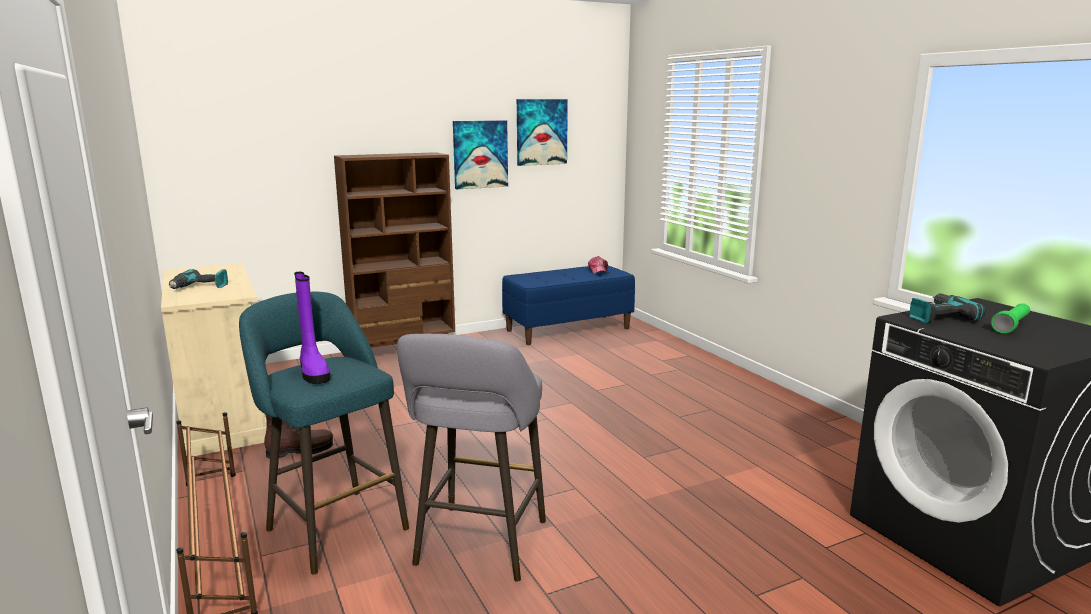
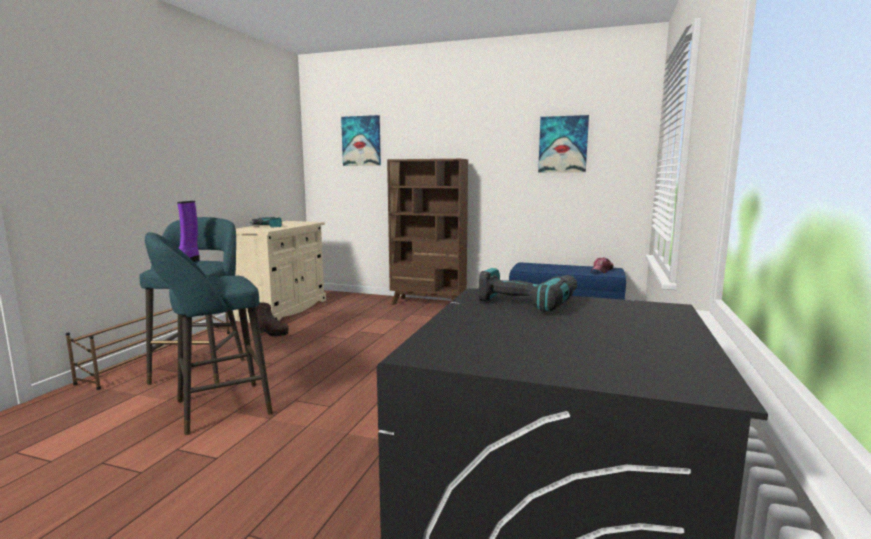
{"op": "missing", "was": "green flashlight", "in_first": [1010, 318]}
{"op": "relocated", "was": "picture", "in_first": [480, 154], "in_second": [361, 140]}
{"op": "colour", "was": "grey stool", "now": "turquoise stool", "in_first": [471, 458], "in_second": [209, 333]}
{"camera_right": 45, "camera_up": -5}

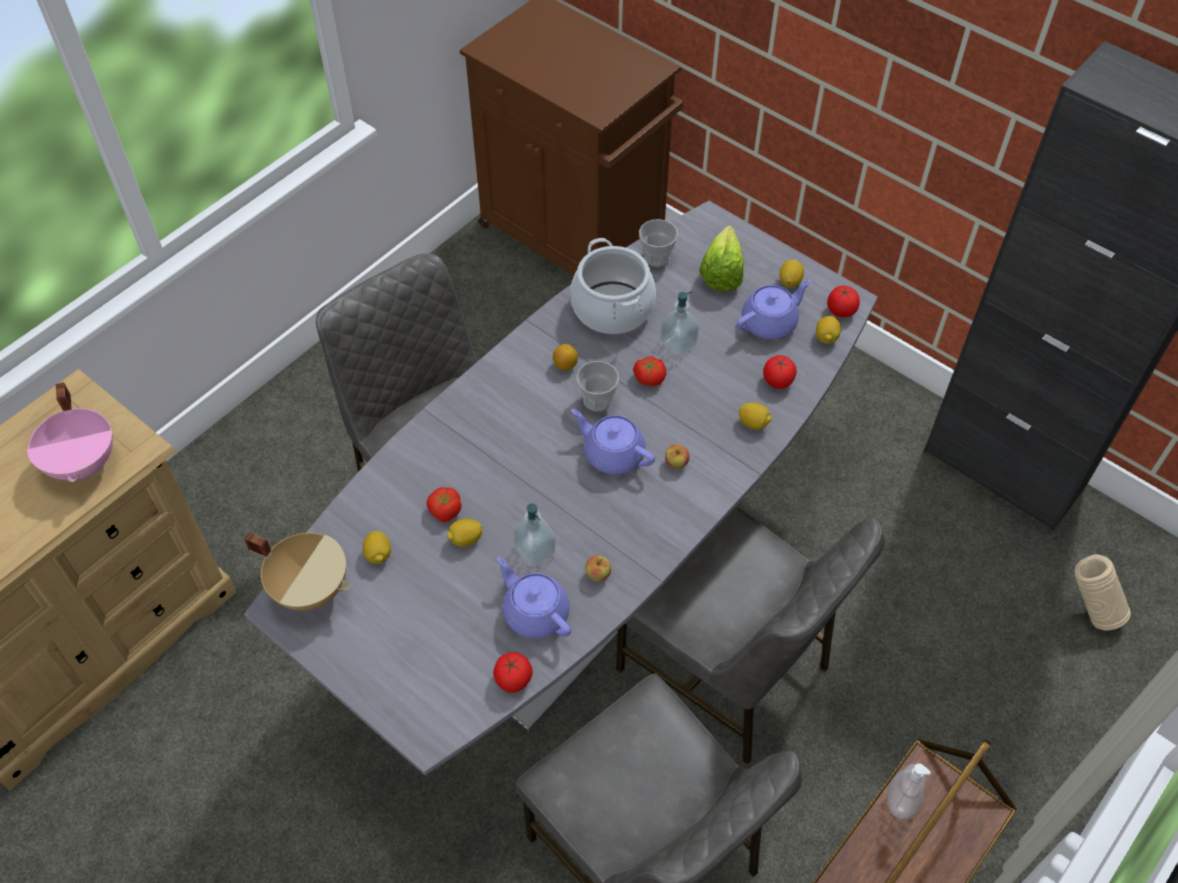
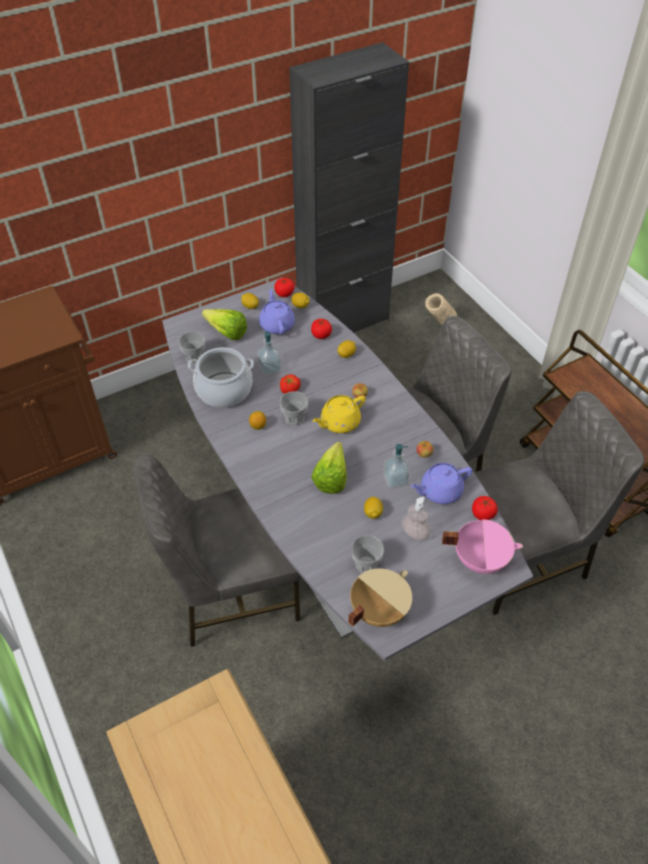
{"op": "missing", "was": "tomato", "in_first": [444, 504]}
{"op": "appeared", "now": "lettuce", "in_second": [329, 468]}
{"op": "relocated", "was": "pink cooking pot", "in_first": [70, 432], "in_second": [482, 546]}
{"op": "relocated", "was": "soap dispenser", "in_first": [909, 791], "in_second": [416, 519]}
{"op": "exchanged", "was": "lemon", "now": "cup", "in_first": [377, 547], "in_second": [367, 554]}
{"op": "colour", "was": "purple teapot", "now": "yellow teapot", "in_first": [613, 442], "in_second": [339, 414]}
{"camera_right": -70, "camera_up": -5}

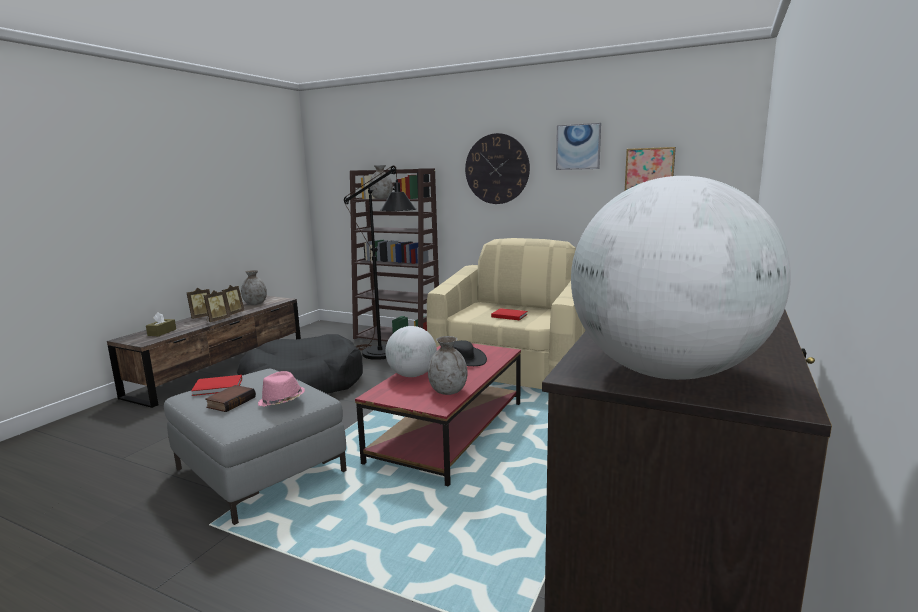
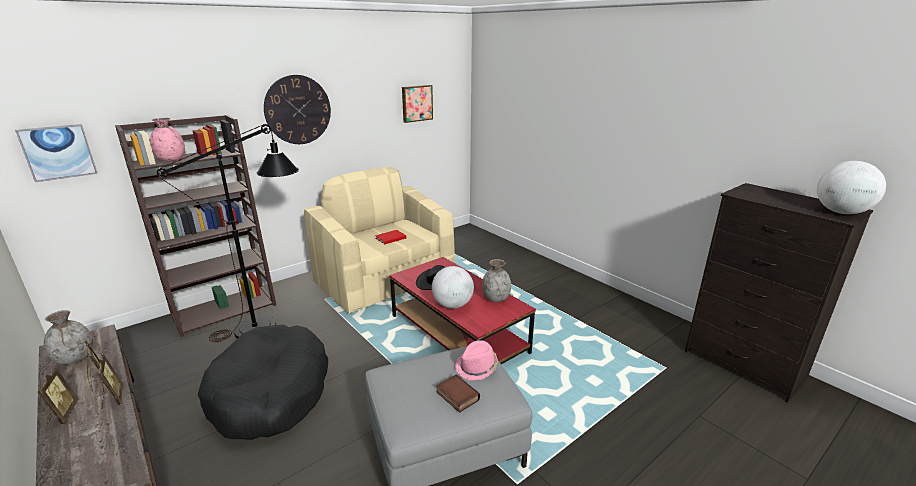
{"op": "missing", "was": "brown tissue box", "in_first": [161, 324]}
{"op": "missing", "was": "red book", "in_first": [216, 385]}
{"op": "relocated", "was": "picture", "in_first": [578, 146], "in_second": [56, 153]}
{"op": "colour", "was": "grey vase", "now": "pink vase", "in_first": [381, 182], "in_second": [167, 139]}
{"camera_right": -65, "camera_up": 10}

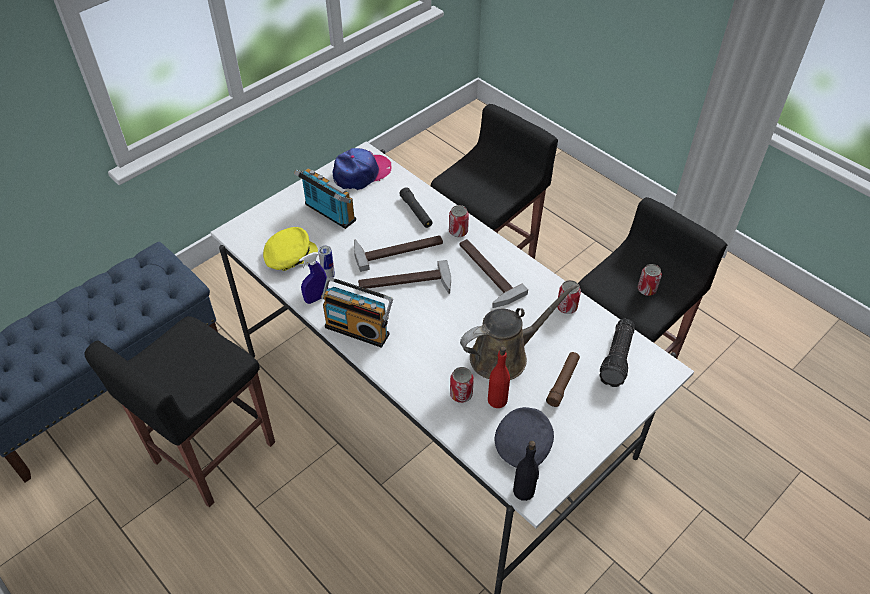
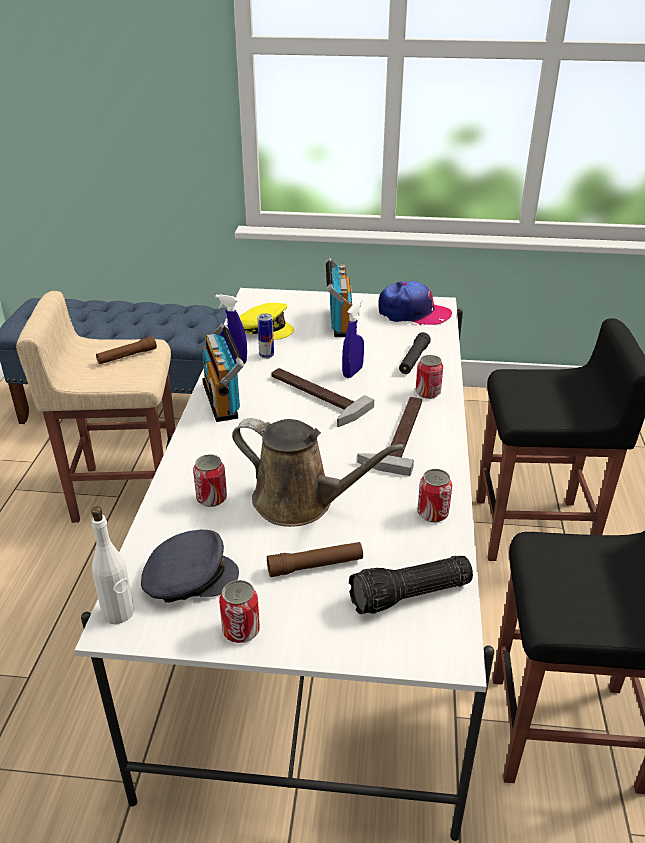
{"op": "missing", "was": "red bottle", "in_first": [499, 377]}
{"op": "appeared", "now": "brown flashlight", "in_second": [126, 350]}
{"op": "relocated", "was": "can", "in_first": [650, 280], "in_second": [239, 611]}
{"op": "exchanged", "was": "hammer", "now": "blue spray bottle", "in_first": [398, 253], "in_second": [353, 339]}
{"op": "colour", "was": "black stool", "now": "beige stool", "in_first": [179, 411], "in_second": [95, 407]}
{"op": "colour", "was": "black bottle", "now": "white bottle", "in_first": [526, 471], "in_second": [112, 565]}
{"camera_right": 50, "camera_up": -15}

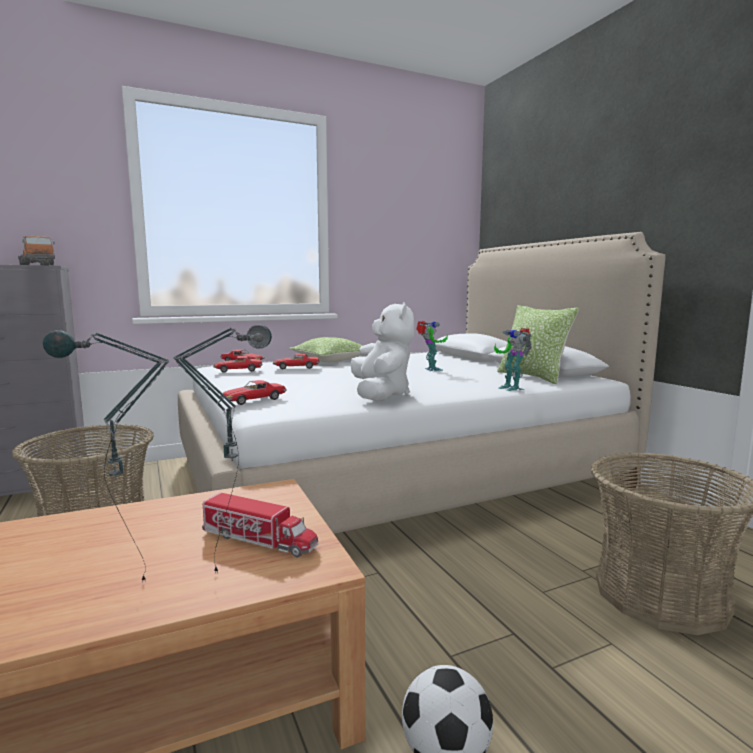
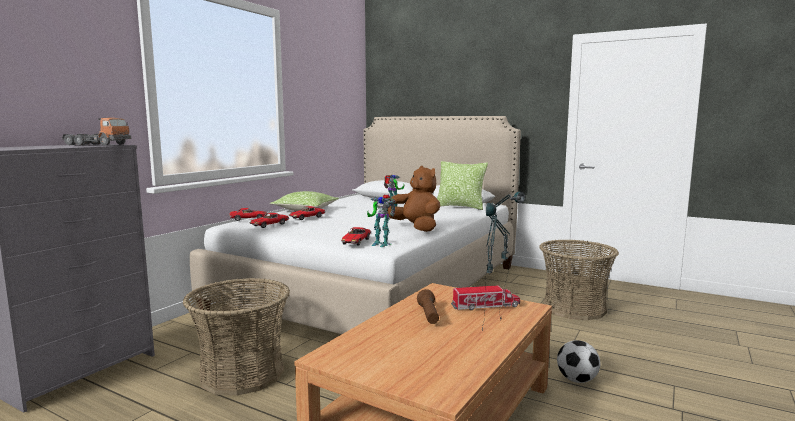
{"op": "appeared", "now": "brown flashlight", "in_second": [428, 306]}
{"op": "relocated", "was": "toy robot", "in_first": [513, 359], "in_second": [381, 221]}
{"op": "colour", "was": "white plush toy", "now": "brown plush toy", "in_first": [382, 351], "in_second": [413, 199]}
{"camera_right": -35, "camera_up": 0}

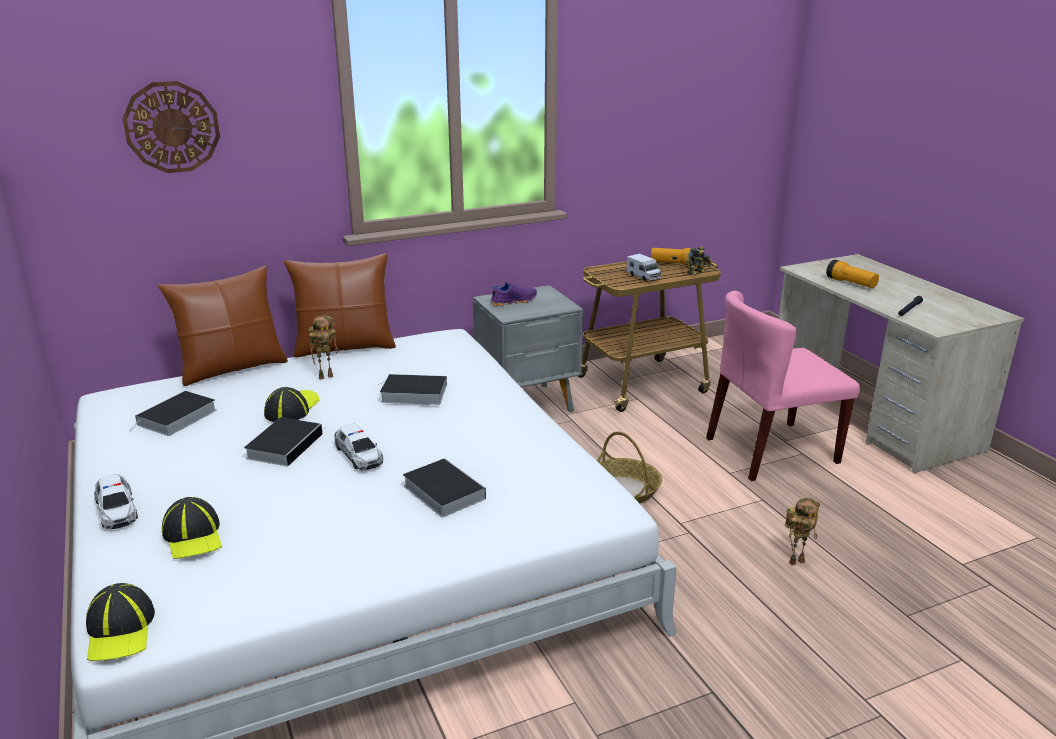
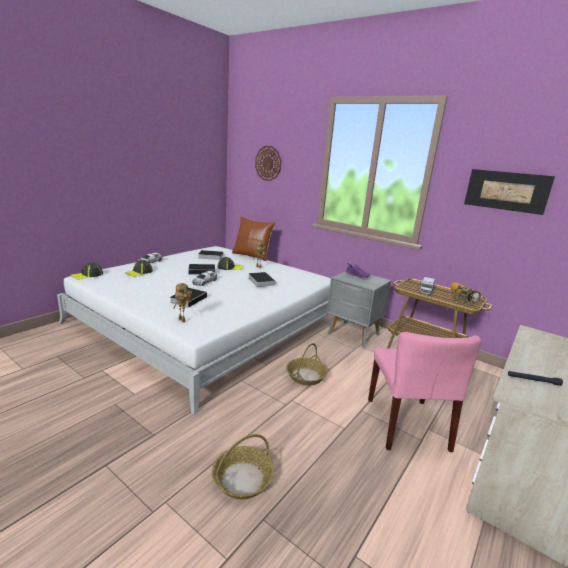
{"op": "missing", "was": "brown pillow", "in_first": [340, 305]}
{"op": "missing", "was": "flashlight", "in_first": [852, 273]}
{"op": "appeared", "now": "basket", "in_second": [243, 466]}
{"op": "appeared", "now": "picture", "in_second": [509, 192]}
{"op": "relocated", "was": "toy robot", "in_first": [802, 531], "in_second": [182, 302]}
{"op": "spun", "was": "pink chair", "in_first": [783, 386], "in_second": [424, 392], "clockwise": -135}
{"camera_right": 60, "camera_up": -5}

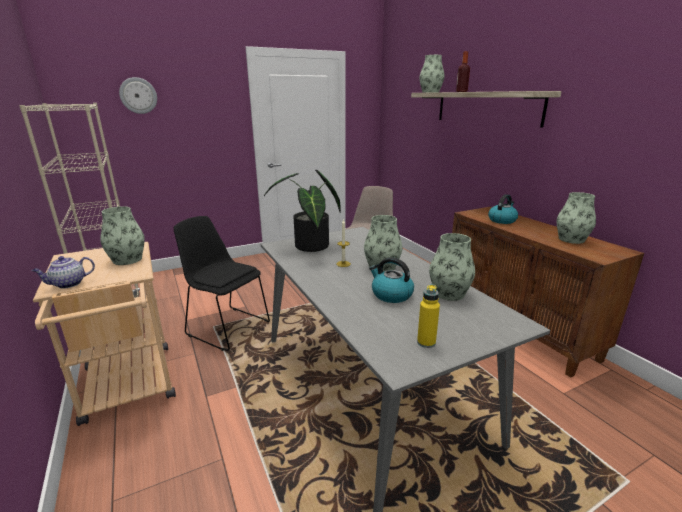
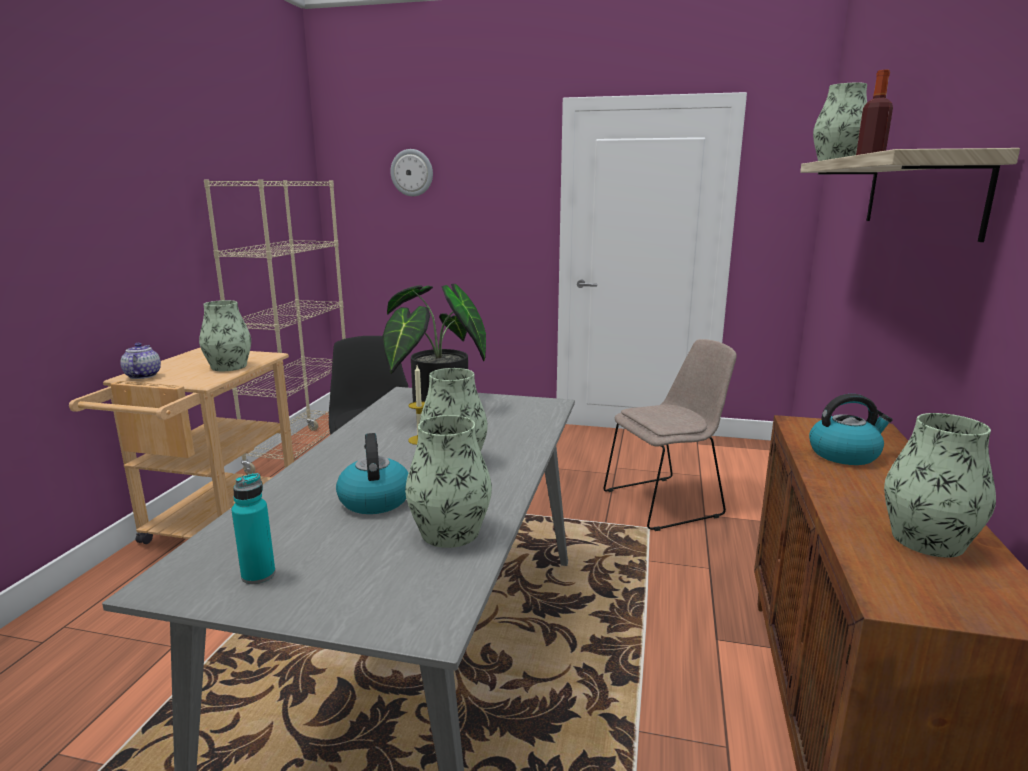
{"op": "colour", "was": "yellow bottle", "now": "turquoise bottle", "in_first": [428, 316], "in_second": [253, 528]}
{"op": "spun", "was": "teapot", "in_first": [63, 272], "in_second": [140, 361], "clockwise": 75}
{"camera_right": 40, "camera_up": -5}

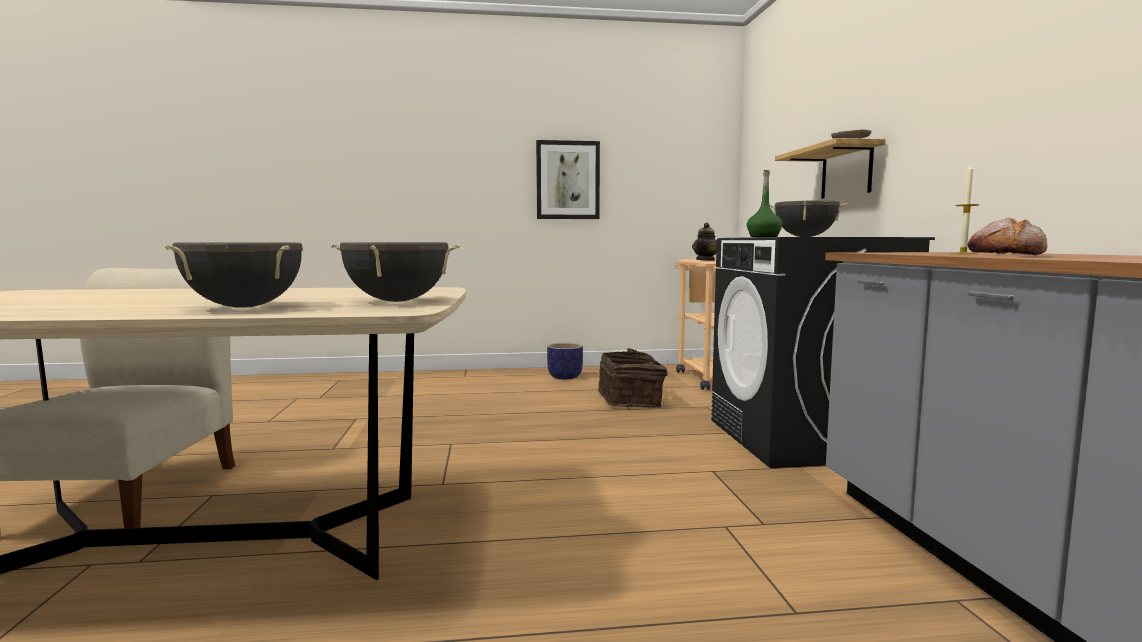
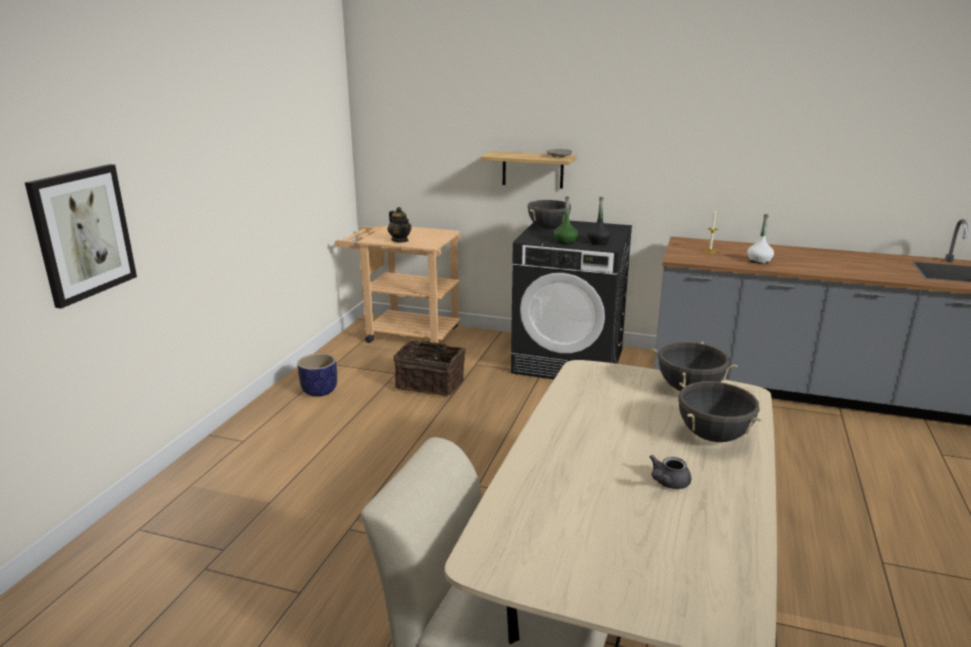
{"op": "appeared", "now": "black bottle", "in_second": [599, 221]}
{"op": "appeared", "now": "grey teapot", "in_second": [670, 472]}
{"op": "relocated", "was": "picture", "in_first": [568, 179], "in_second": [81, 236]}
{"op": "exchanged", "was": "bread", "now": "white bottle", "in_first": [1007, 236], "in_second": [760, 239]}
{"camera_right": -65, "camera_up": 15}

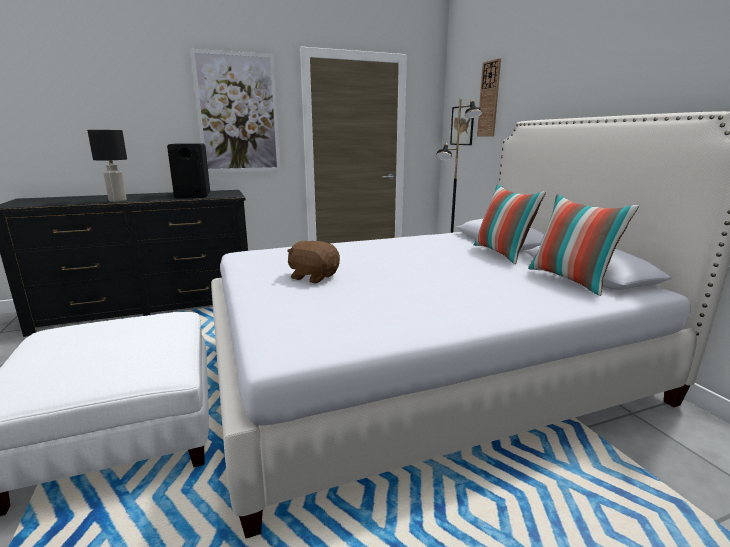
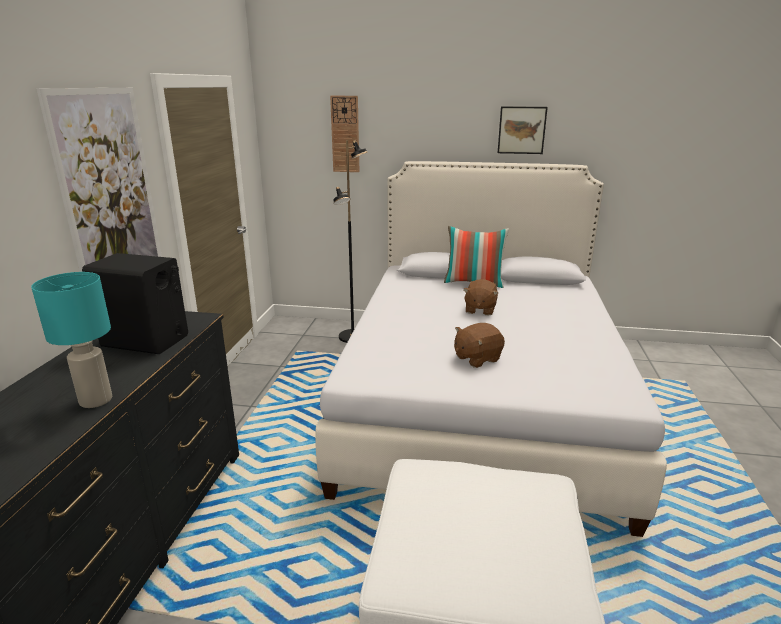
{"op": "missing", "was": "pillow", "in_first": [583, 245]}
{"op": "appeared", "now": "brown plush toy", "in_second": [480, 297]}
{"op": "relocated", "was": "picture", "in_first": [462, 125], "in_second": [523, 130]}
{"op": "colour", "was": "black table lamp", "now": "turquoise table lamp", "in_first": [107, 166], "in_second": [71, 340]}
{"camera_right": -60, "camera_up": 5}

